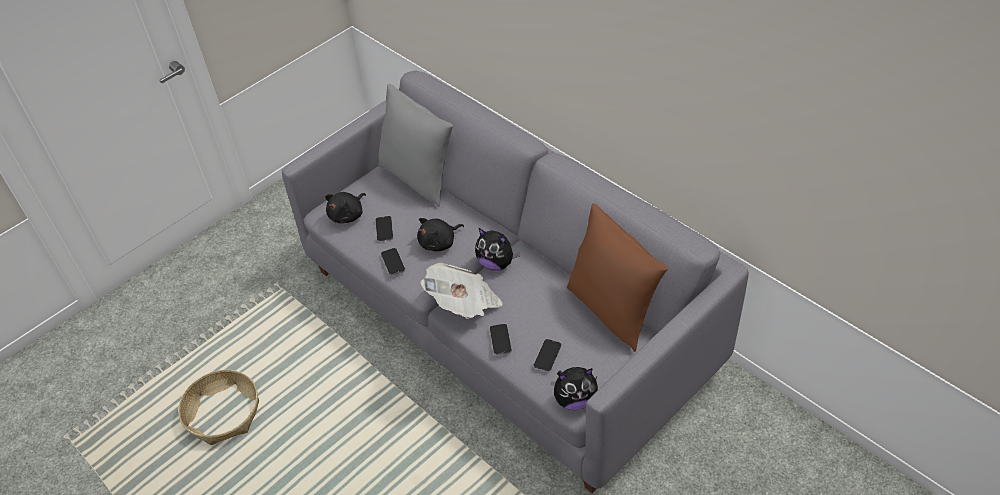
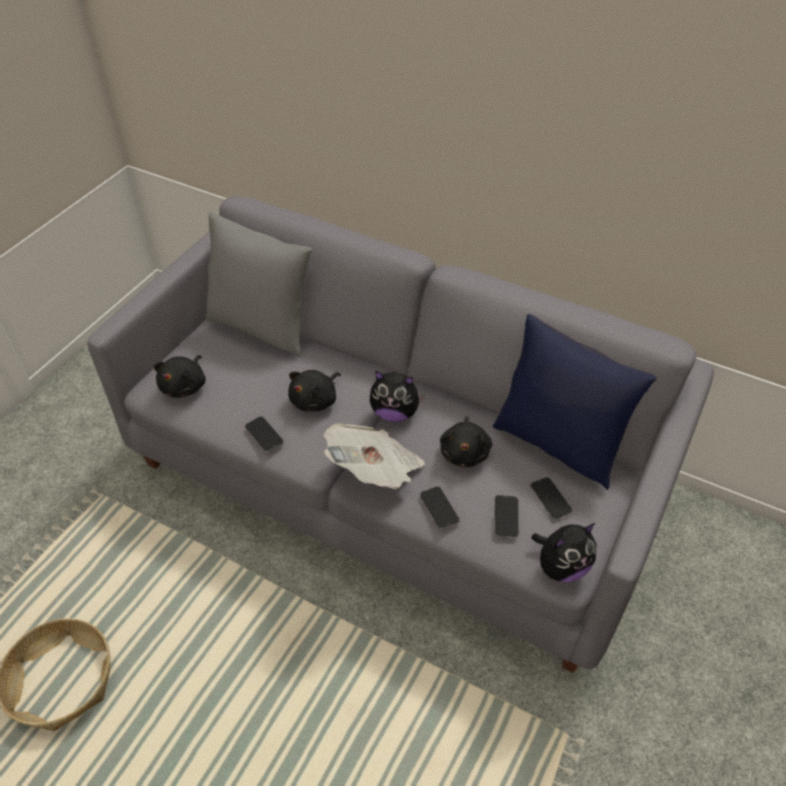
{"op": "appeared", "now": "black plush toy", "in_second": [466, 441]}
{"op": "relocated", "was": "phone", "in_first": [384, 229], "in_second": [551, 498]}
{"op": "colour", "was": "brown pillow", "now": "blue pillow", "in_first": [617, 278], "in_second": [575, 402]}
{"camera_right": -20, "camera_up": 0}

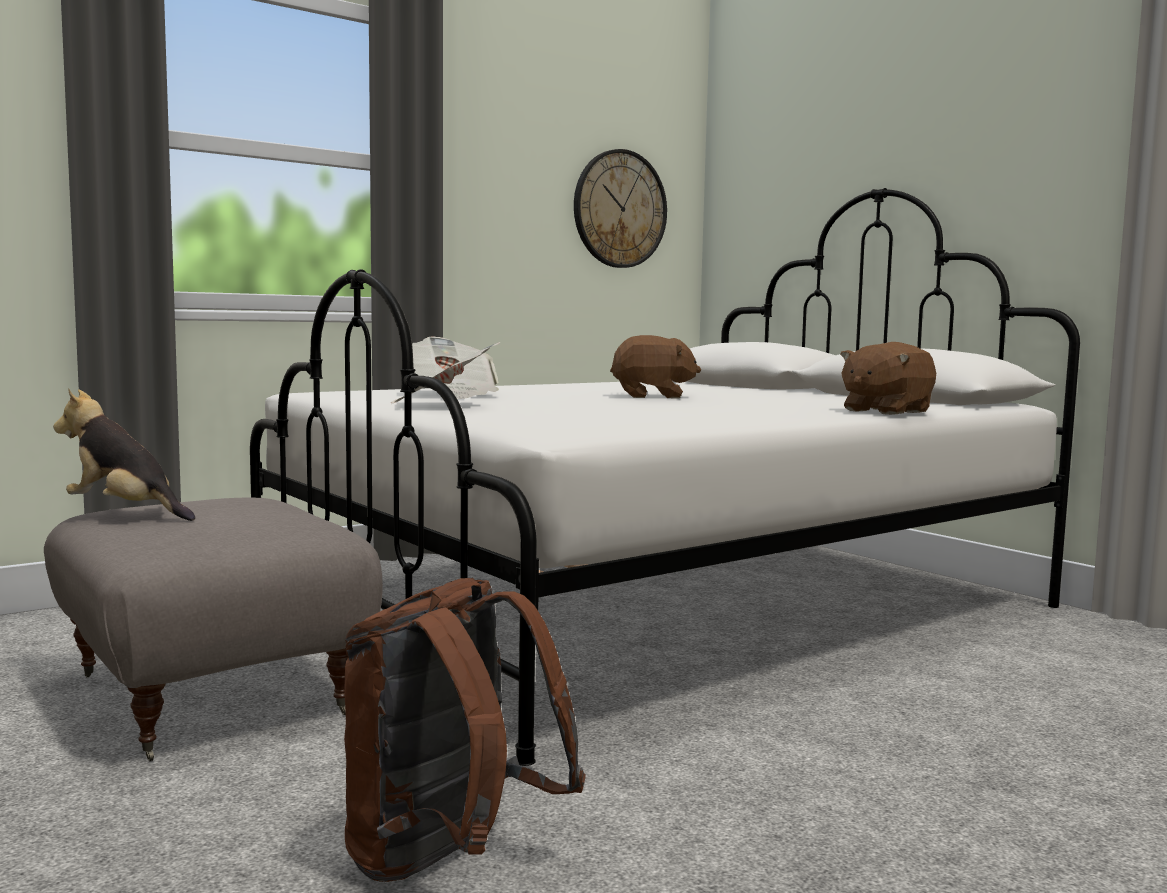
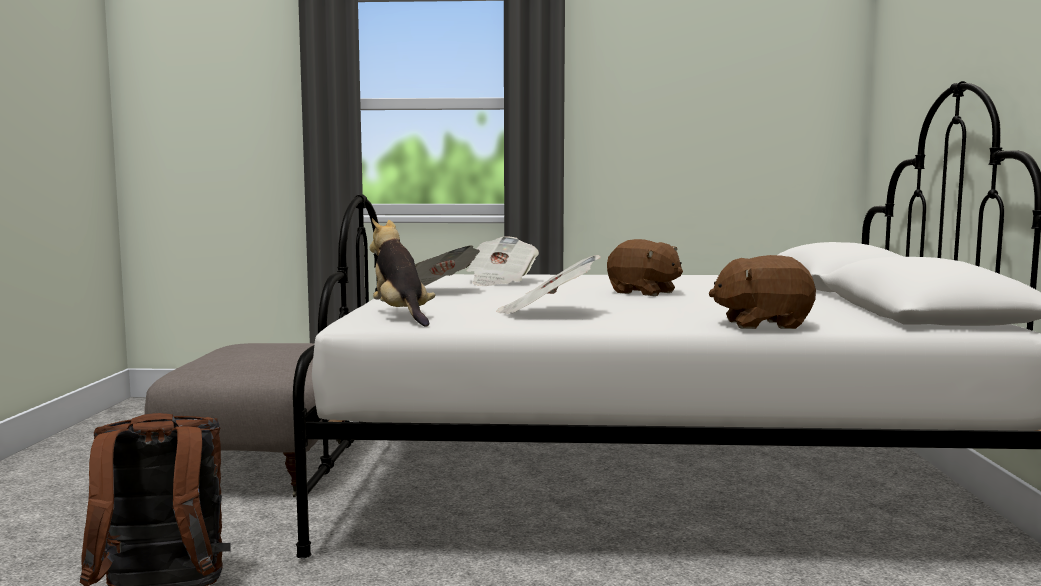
{"op": "missing", "was": "wall clock", "in_first": [620, 208]}
{"op": "appeared", "now": "newspaper", "in_second": [548, 284]}
{"op": "relocated", "was": "plush toy", "in_first": [124, 455], "in_second": [402, 272]}
{"camera_right": 40, "camera_up": 0}

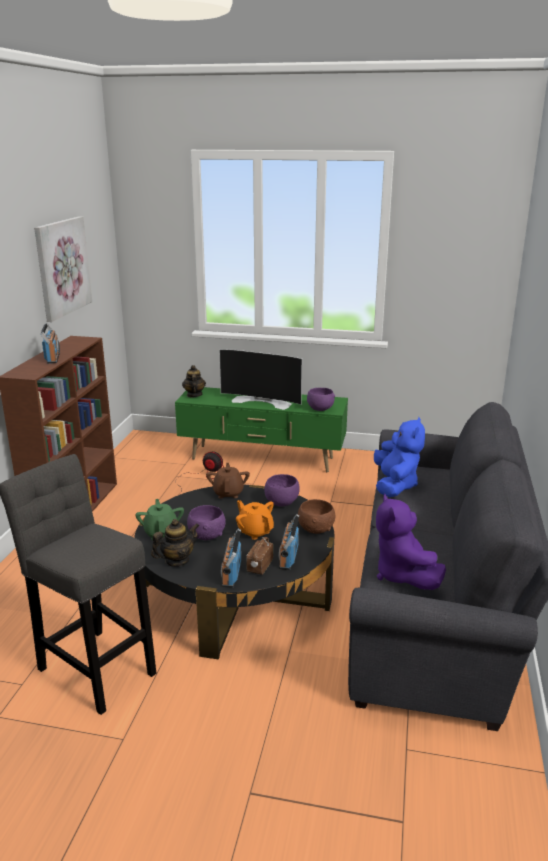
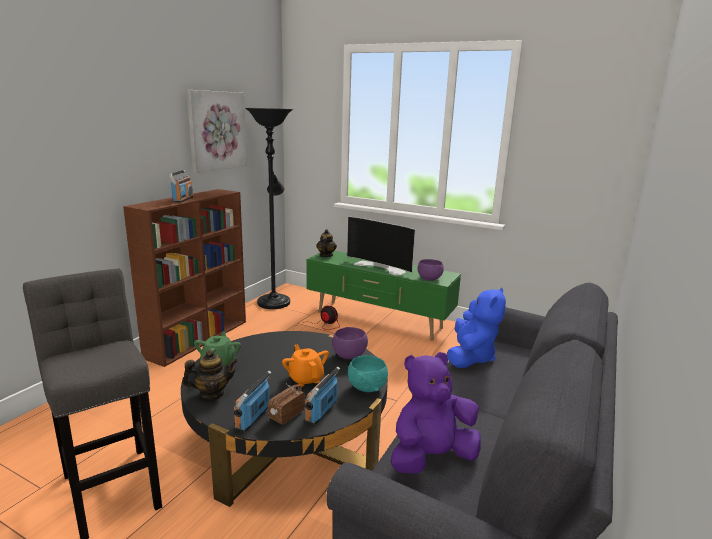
{"op": "missing", "was": "purple bowl", "in_first": [206, 522]}
{"op": "missing", "was": "brown teapot", "in_first": [228, 481]}
{"op": "appeared", "now": "black floor lamp", "in_second": [269, 208]}
{"op": "colour", "was": "brown bowl", "now": "turquoise bowl", "in_first": [317, 516], "in_second": [368, 373]}
{"op": "spun", "was": "purple plush toy", "in_first": [411, 542], "in_second": [436, 413], "clockwise": 60}
{"camera_right": 15, "camera_up": -5}

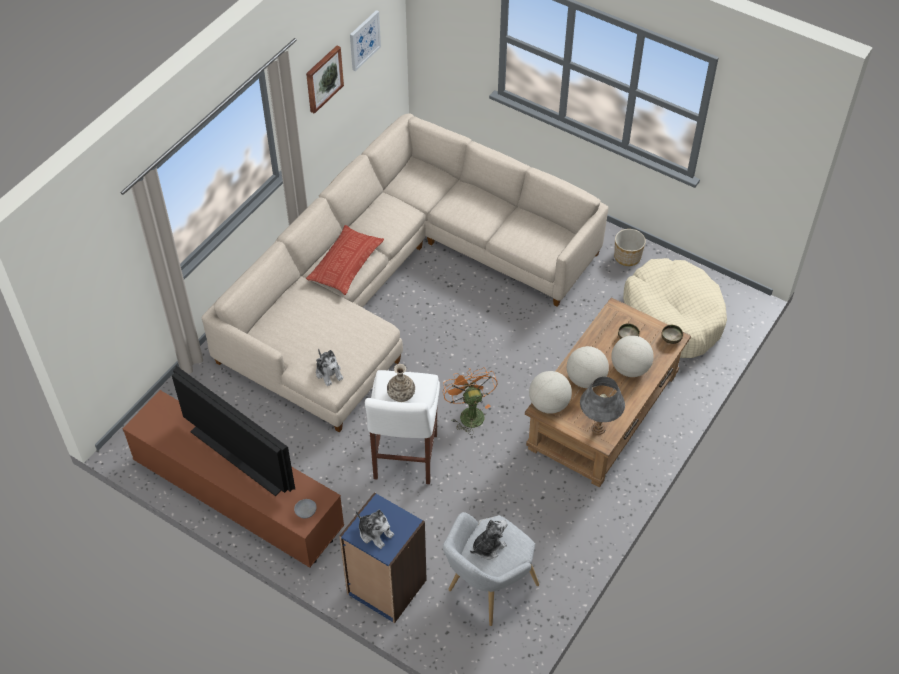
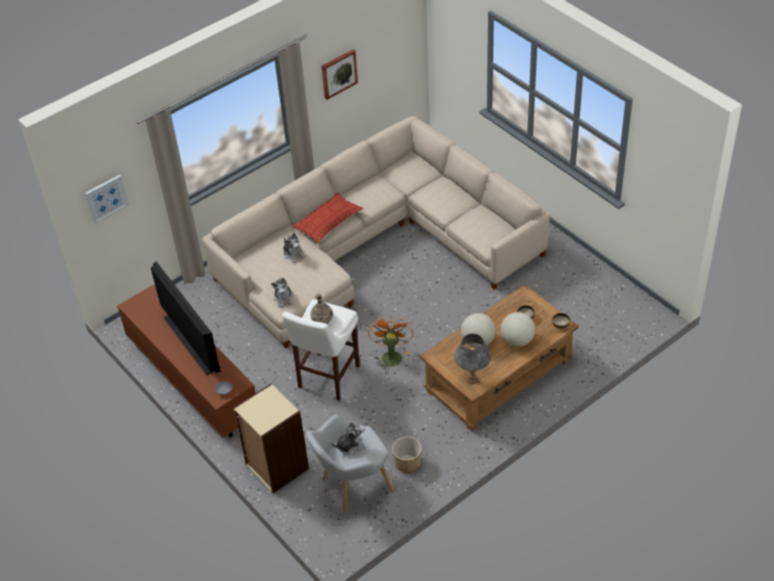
{"op": "missing", "was": "globe", "in_first": [550, 392]}
{"op": "missing", "was": "beige dog bed", "in_first": [675, 308]}
{"op": "relocated", "was": "picture", "in_first": [365, 40], "in_second": [107, 199]}
{"op": "relocated", "was": "plush toy", "in_first": [375, 529], "in_second": [294, 248]}
{"op": "relocated", "was": "planter", "in_first": [630, 247], "in_second": [407, 455]}
{"op": "colour", "was": "blue bookcase", "now": "beige bookcase", "in_first": [383, 557], "in_second": [271, 438]}
{"camera_right": 20, "camera_up": -5}

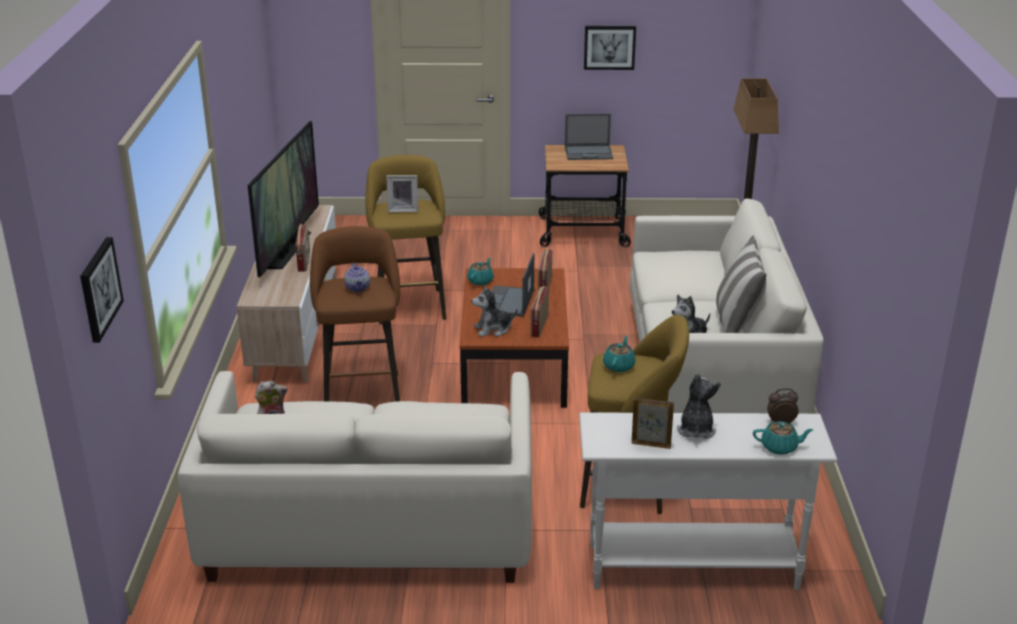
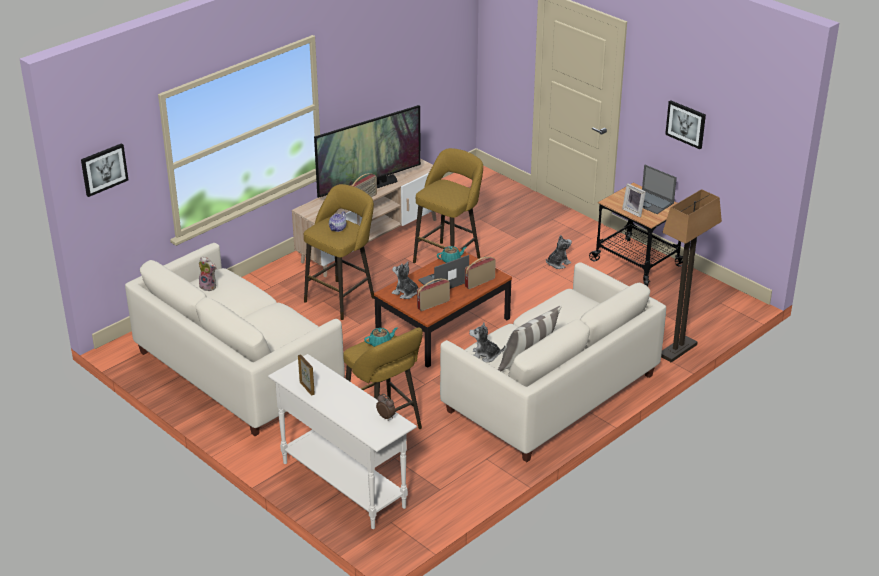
{"op": "missing", "was": "turquoise teapot", "in_first": [783, 438]}
{"op": "relocated", "was": "picture frame", "in_first": [402, 193], "in_second": [634, 200]}
{"op": "relocated", "was": "plush toy", "in_first": [699, 406], "in_second": [559, 252]}
{"op": "colour", "was": "brown stool", "now": "yellow stool", "in_first": [355, 314], "in_second": [339, 252]}
{"camera_right": 45, "camera_up": 5}

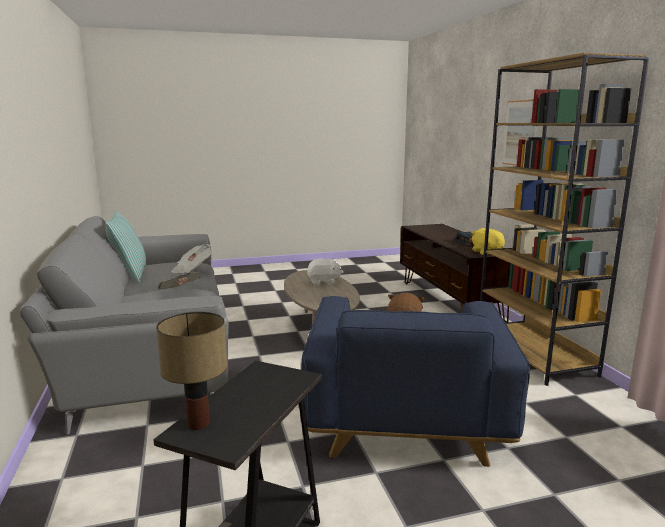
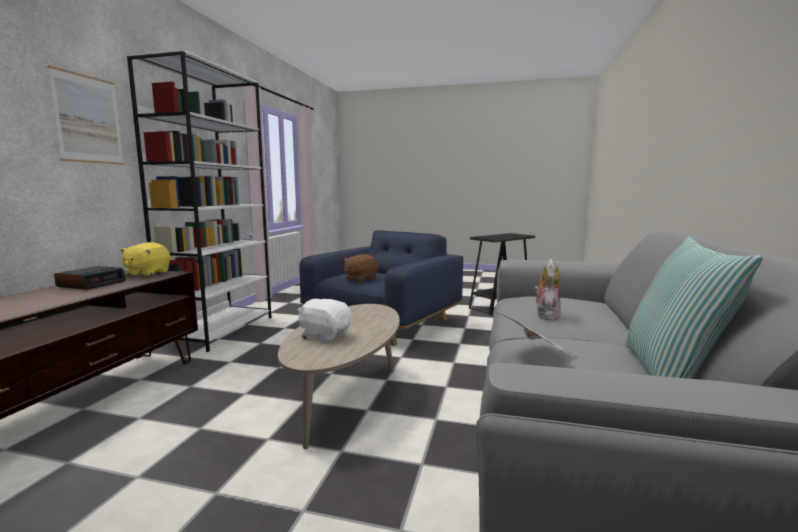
{"op": "missing", "was": "table lamp", "in_first": [191, 371]}
{"op": "exchanged", "was": "newspaper", "now": "plush toy", "in_first": [179, 281], "in_second": [547, 290]}
{"op": "colour", "was": "brown bookcase", "now": "white bookcase", "in_first": [565, 219], "in_second": [199, 201]}
{"camera_right": -150, "camera_up": -5}

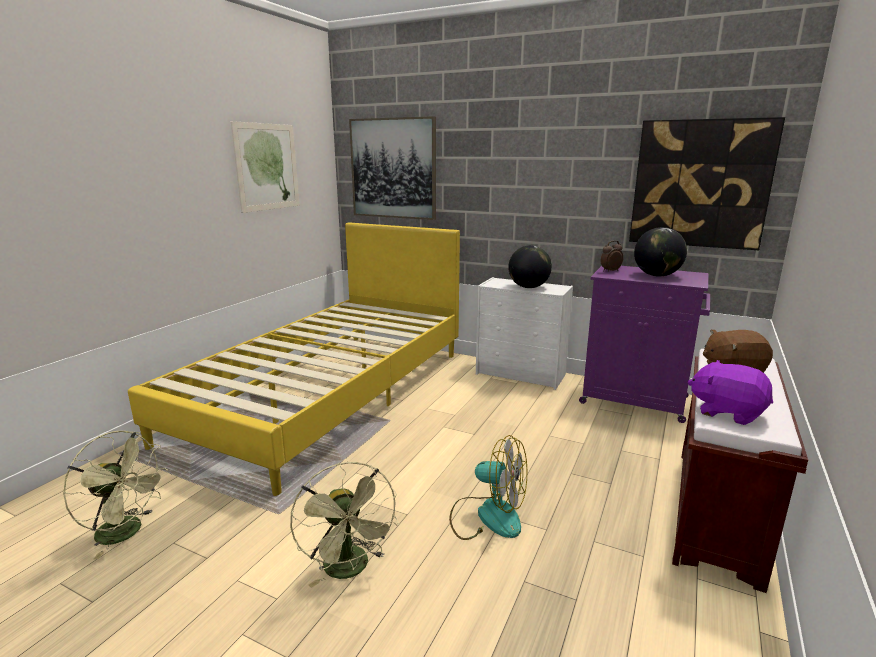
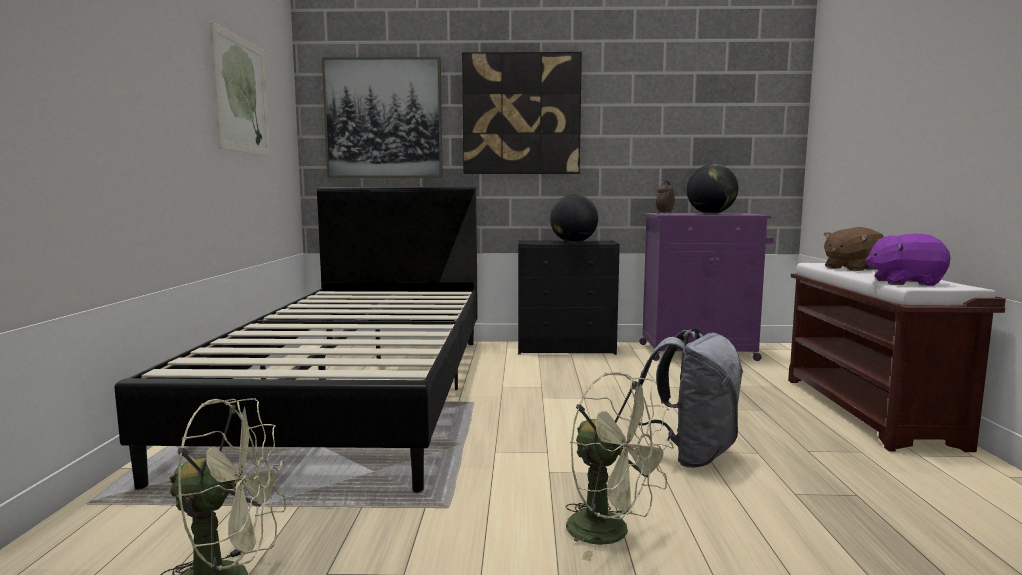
{"op": "relocated", "was": "picture", "in_first": [707, 183], "in_second": [522, 113]}
{"op": "exchanged", "was": "fan", "now": "grey backpack", "in_first": [488, 487], "in_second": [686, 398]}
{"op": "colour", "was": "yellow bed", "now": "black bed", "in_first": [294, 359], "in_second": [296, 340]}
{"op": "colour", "was": "white dresser", "now": "black dresser", "in_first": [524, 333], "in_second": [569, 297]}
{"camera_right": -25, "camera_up": -10}

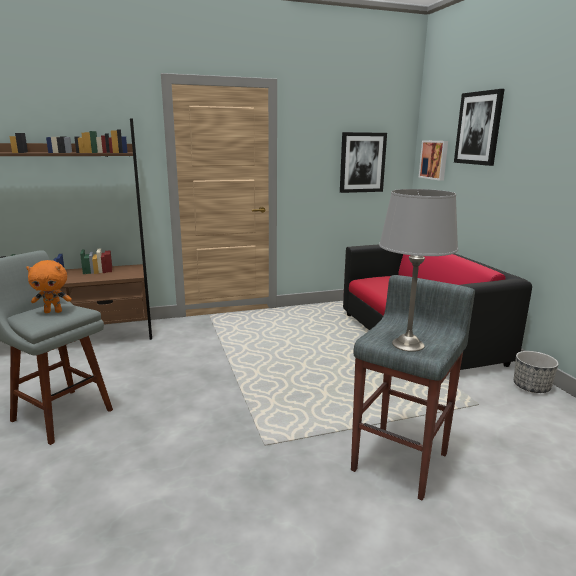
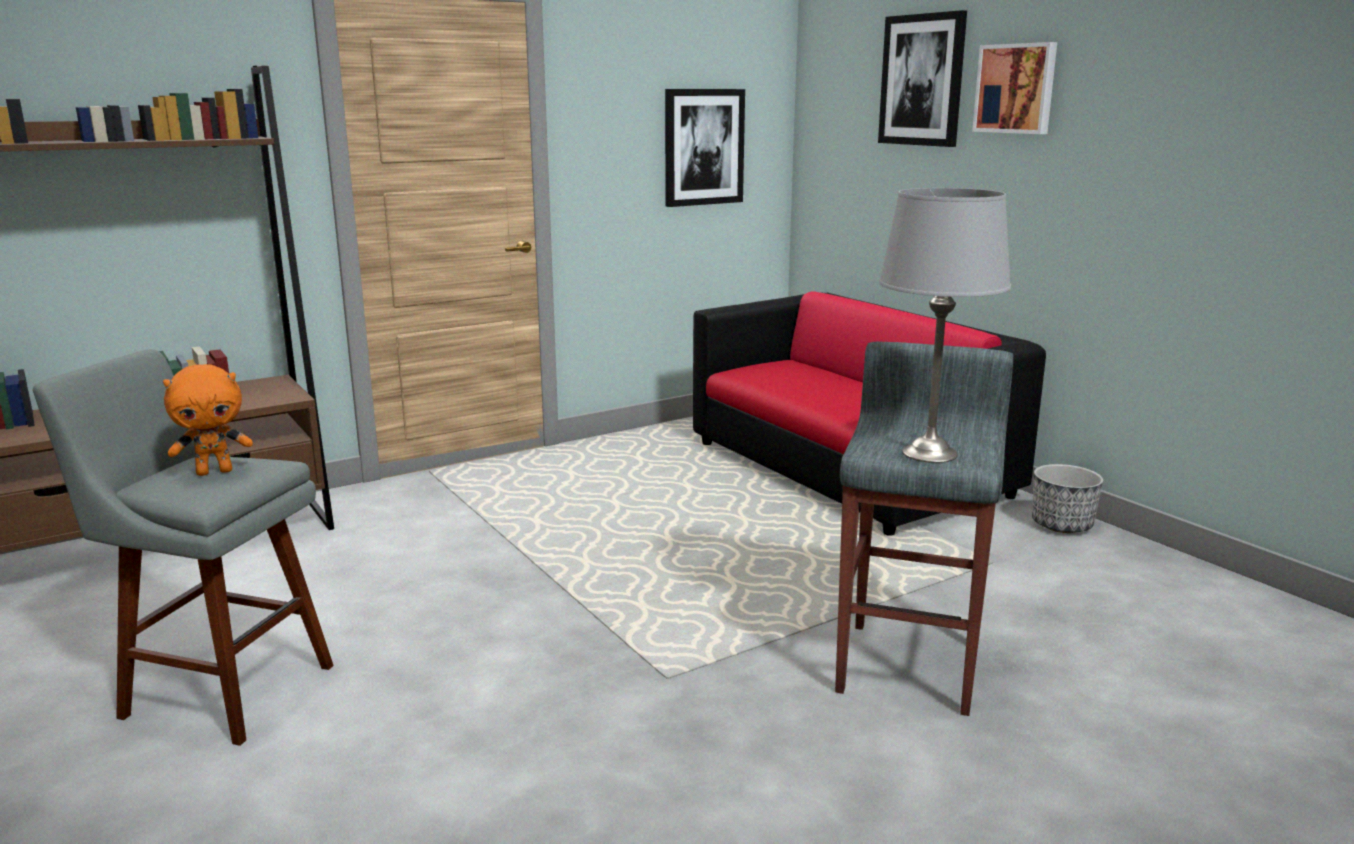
{"op": "relocated", "was": "picture", "in_first": [433, 160], "in_second": [1014, 88]}
{"camera_right": -15, "camera_up": 0}

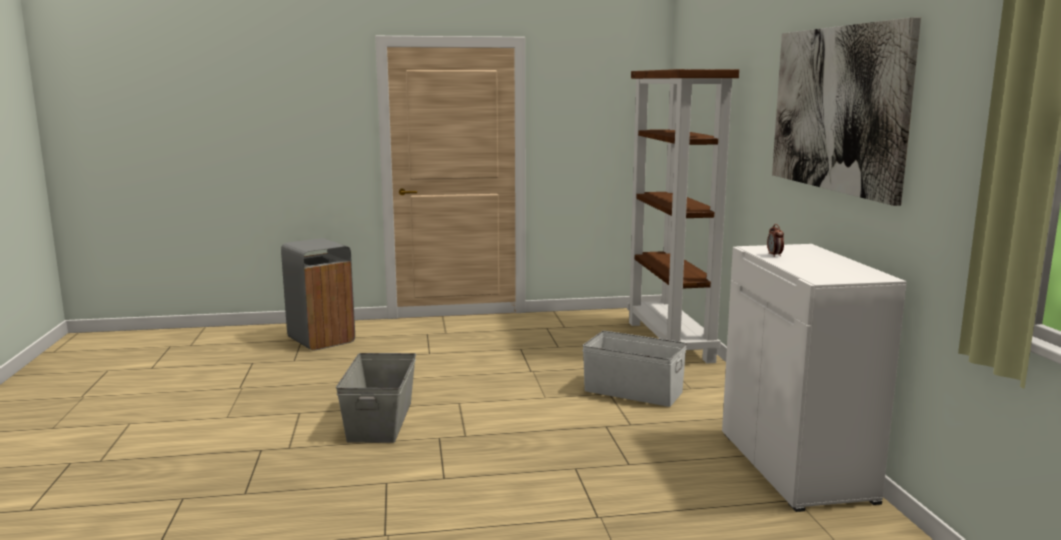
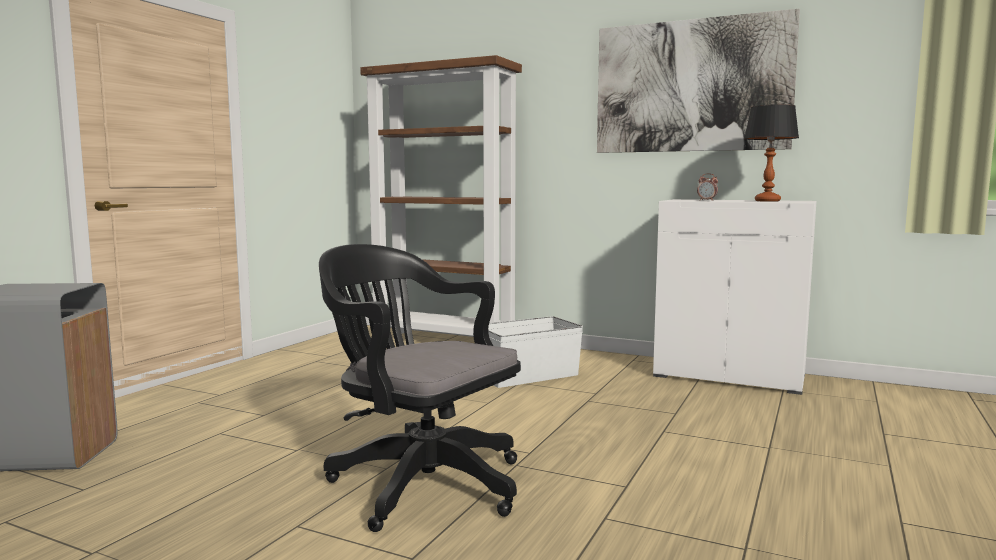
{"op": "appeared", "now": "table lamp", "in_second": [771, 153]}
{"op": "exchanged", "was": "grey storage box", "now": "black office chair", "in_first": [376, 398], "in_second": [420, 388]}
{"camera_right": -55, "camera_up": -5}

